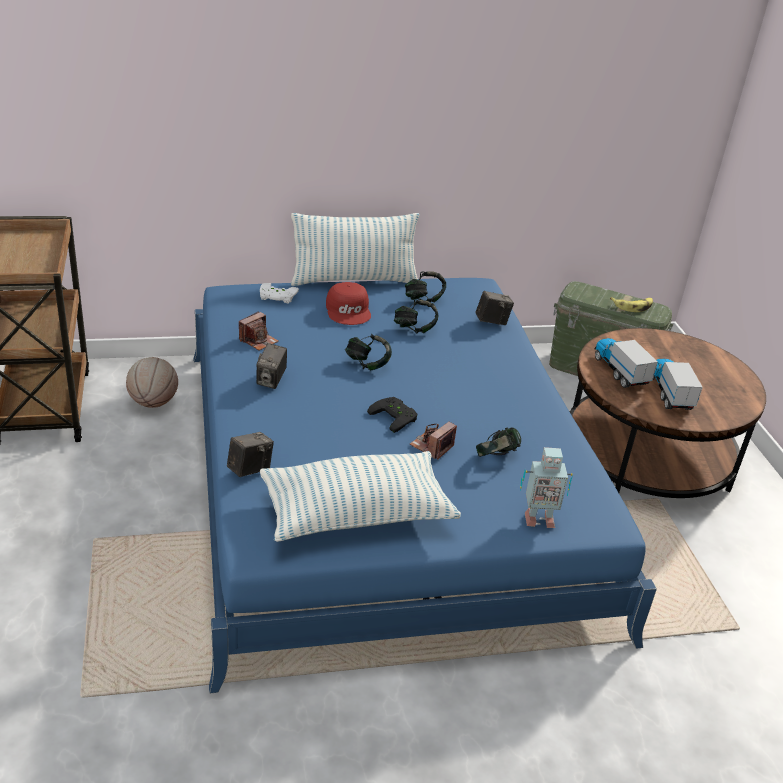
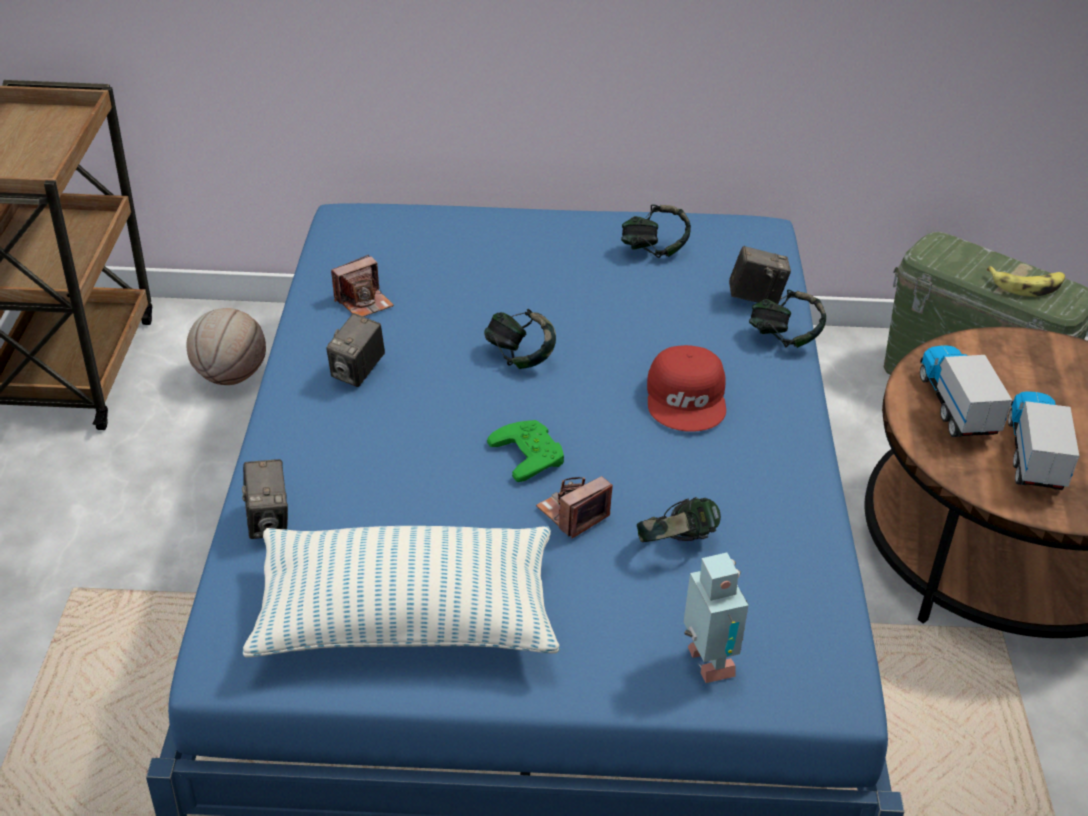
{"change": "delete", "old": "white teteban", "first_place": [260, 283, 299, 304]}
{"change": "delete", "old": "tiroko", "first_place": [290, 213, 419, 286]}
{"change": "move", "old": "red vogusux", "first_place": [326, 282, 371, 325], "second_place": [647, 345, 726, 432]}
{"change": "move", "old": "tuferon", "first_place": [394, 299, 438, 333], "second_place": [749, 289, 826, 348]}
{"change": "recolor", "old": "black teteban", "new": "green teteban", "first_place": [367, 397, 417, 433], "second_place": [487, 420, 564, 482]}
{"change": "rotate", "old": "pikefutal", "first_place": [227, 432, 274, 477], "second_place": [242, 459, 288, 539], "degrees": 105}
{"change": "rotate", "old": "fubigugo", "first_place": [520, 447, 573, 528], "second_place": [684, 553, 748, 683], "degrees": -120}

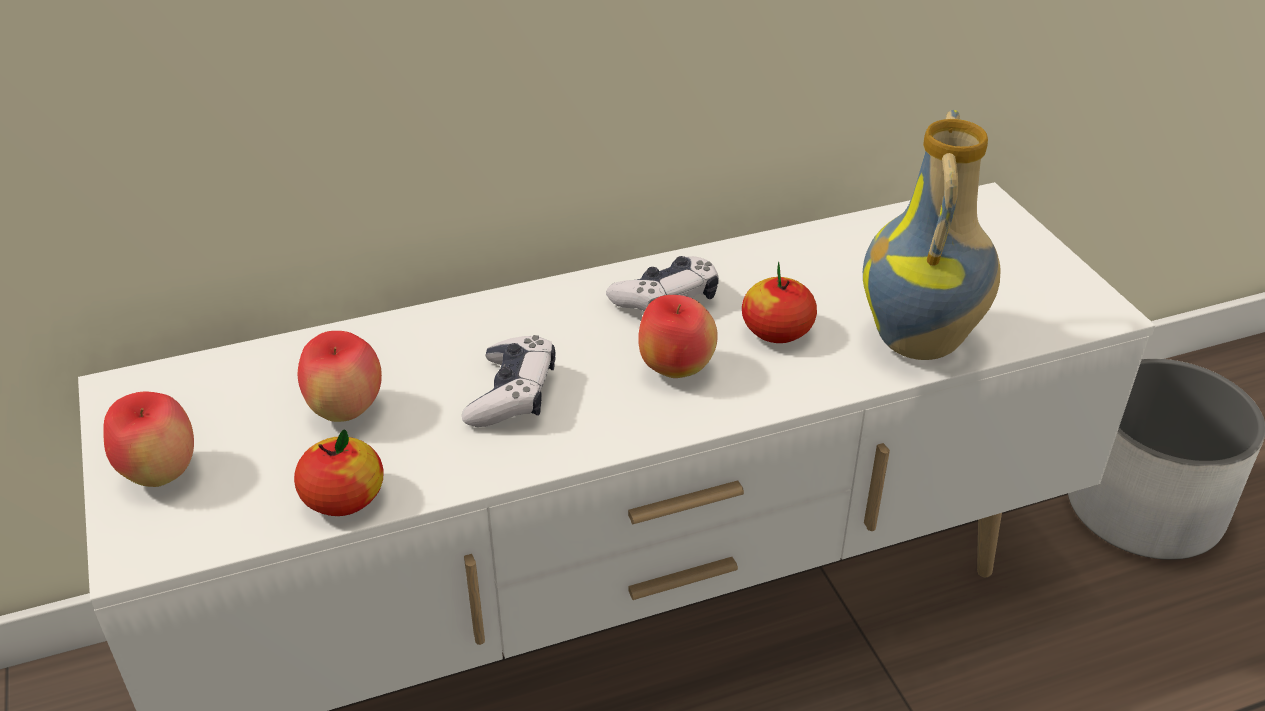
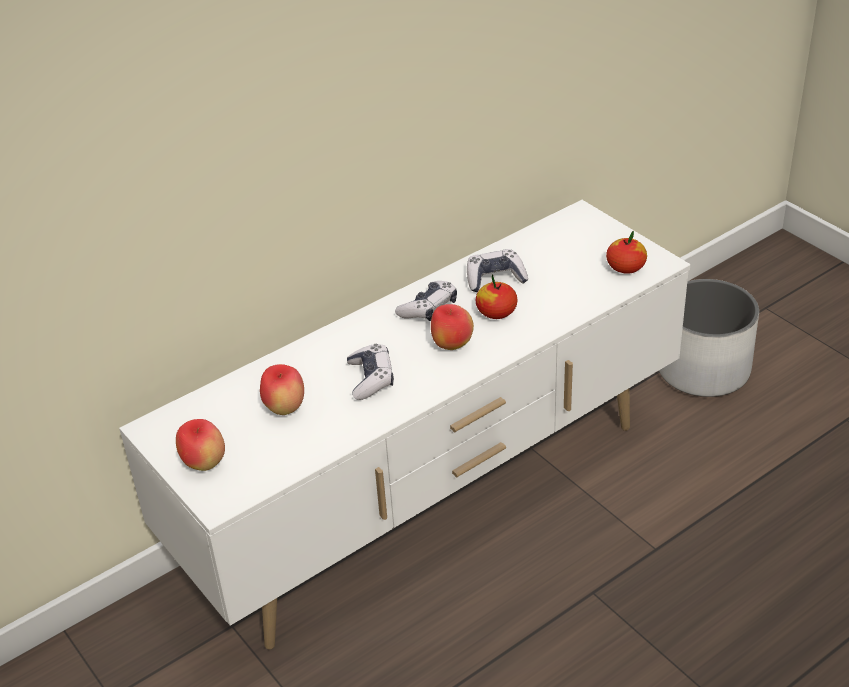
{"change": "delete", "old": "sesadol", "first_place": [863, 110, 1001, 360]}
{"change": "insert", "new": "teteban", "second_place": [467, 249, 528, 292]}
{"change": "move", "old": "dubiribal", "first_place": [294, 430, 383, 516], "second_place": [606, 231, 647, 274]}

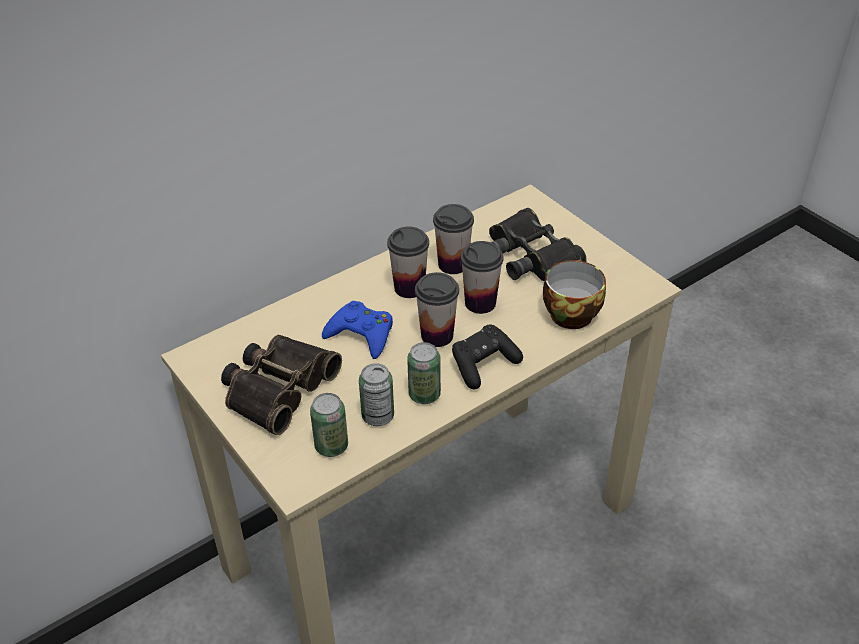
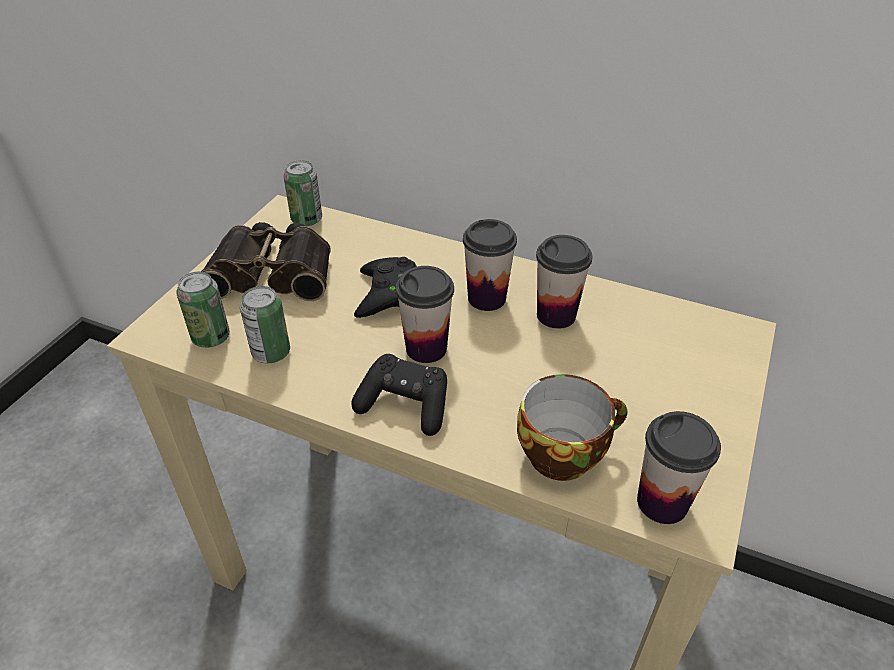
{"change": "delete", "old": "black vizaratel", "first_place": [489, 208, 587, 281]}
{"change": "move", "old": "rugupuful", "first_place": [407, 342, 441, 404], "second_place": [283, 160, 322, 226]}
{"change": "move", "old": "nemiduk", "first_place": [460, 241, 503, 314], "second_place": [637, 411, 721, 524]}
{"change": "recolor", "old": "blue teteban", "new": "black teteban", "first_place": [322, 301, 393, 359], "second_place": [354, 257, 416, 318]}

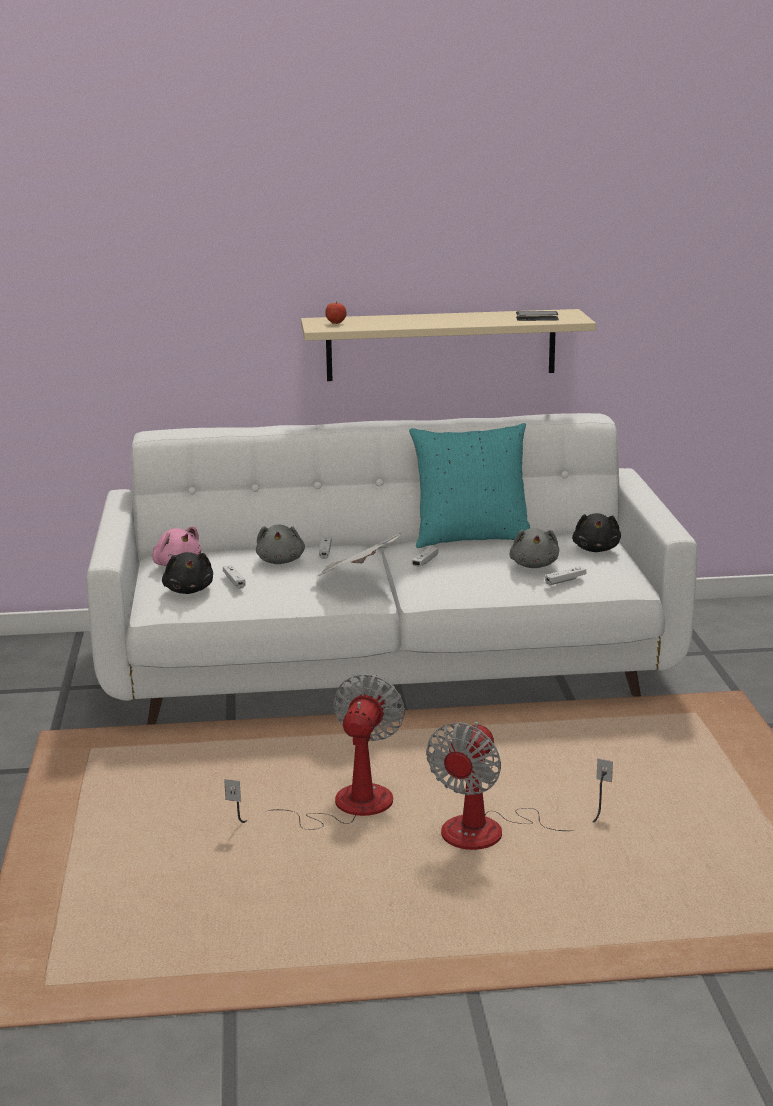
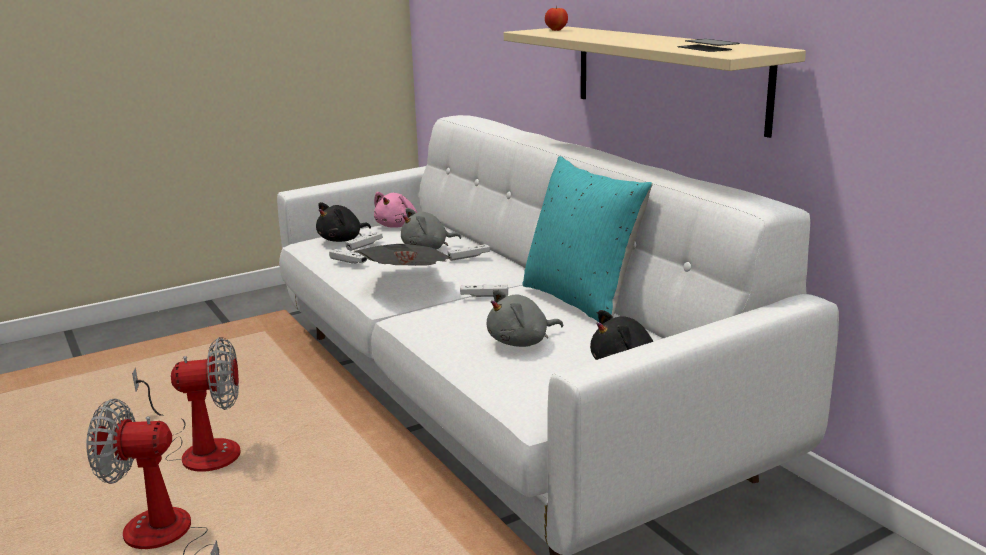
{"change": "move", "old": "white teteban", "first_place": [545, 566, 586, 585], "second_place": [329, 249, 367, 264]}

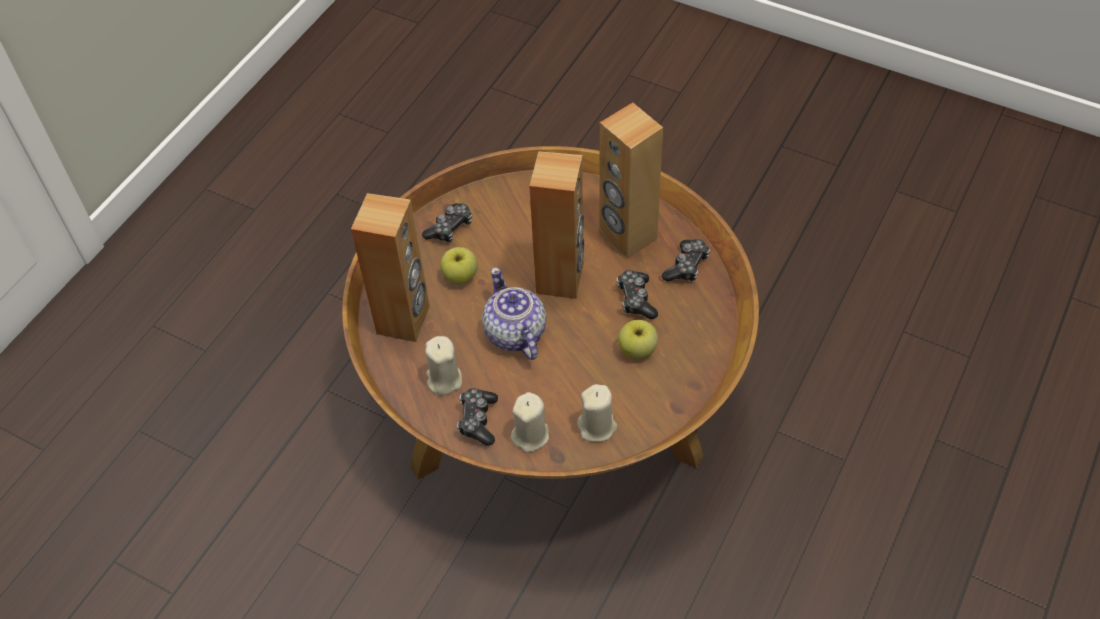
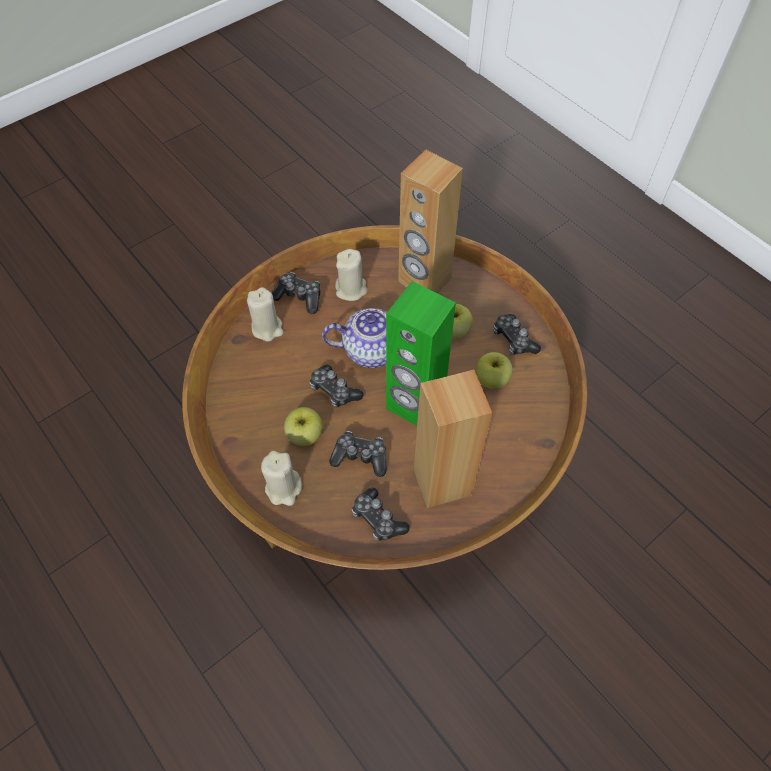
{"change": "insert", "new": "teteban", "second_place": [310, 365, 363, 408]}
{"change": "insert", "new": "dubiribal", "second_place": [475, 352, 513, 389]}
{"change": "move", "old": "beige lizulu", "first_place": [577, 384, 617, 442], "second_place": [261, 451, 302, 506]}
{"change": "recolor", "old": "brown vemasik", "new": "green vemasik", "first_place": [529, 151, 584, 299], "second_place": [386, 281, 456, 426]}

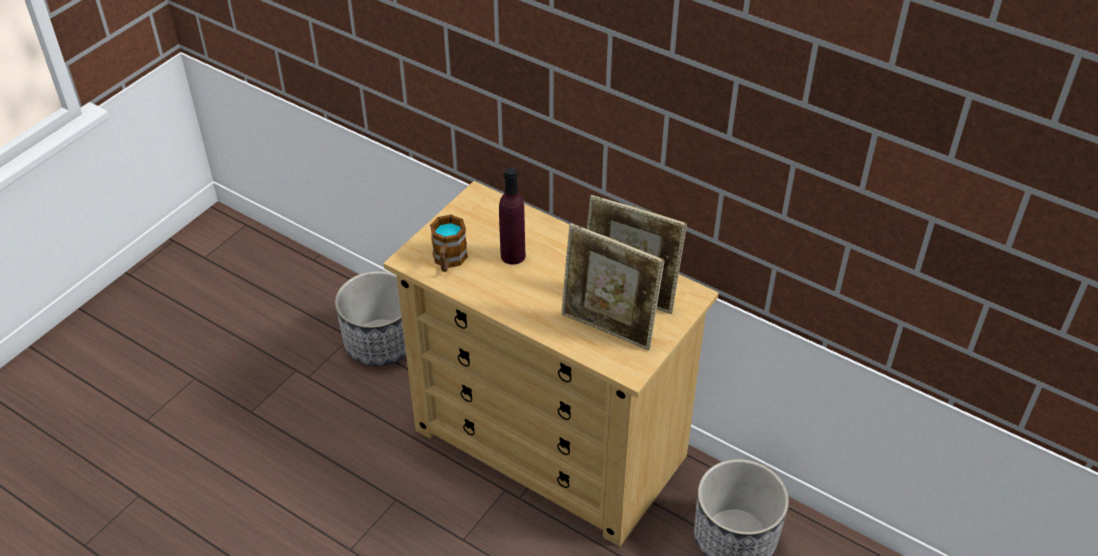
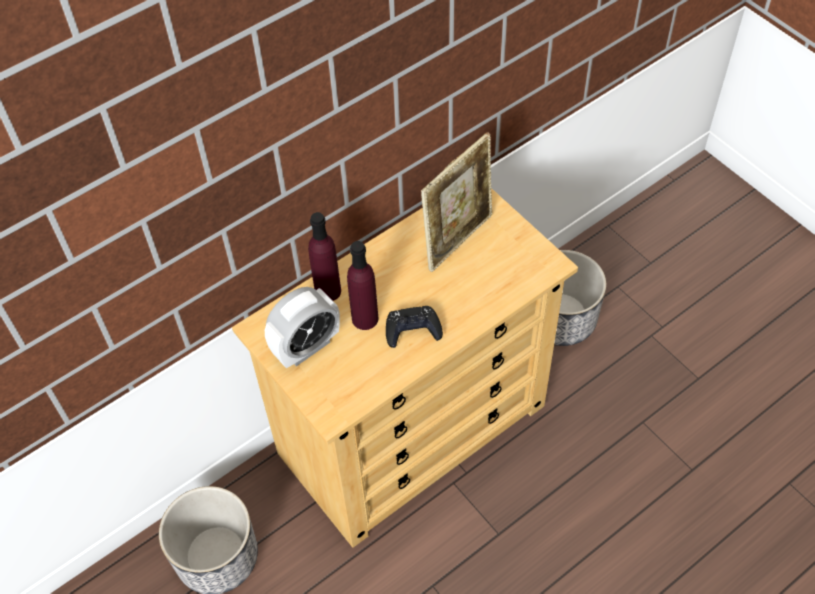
{"change": "delete", "old": "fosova", "first_place": [430, 215, 468, 272]}
{"change": "delete", "old": "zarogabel", "first_place": [561, 223, 664, 350]}
{"change": "insert", "new": "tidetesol", "second_place": [265, 287, 340, 368]}
{"change": "insert", "new": "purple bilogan", "second_place": [308, 212, 341, 301]}
{"change": "insert", "new": "black teteban", "second_place": [386, 306, 443, 348]}

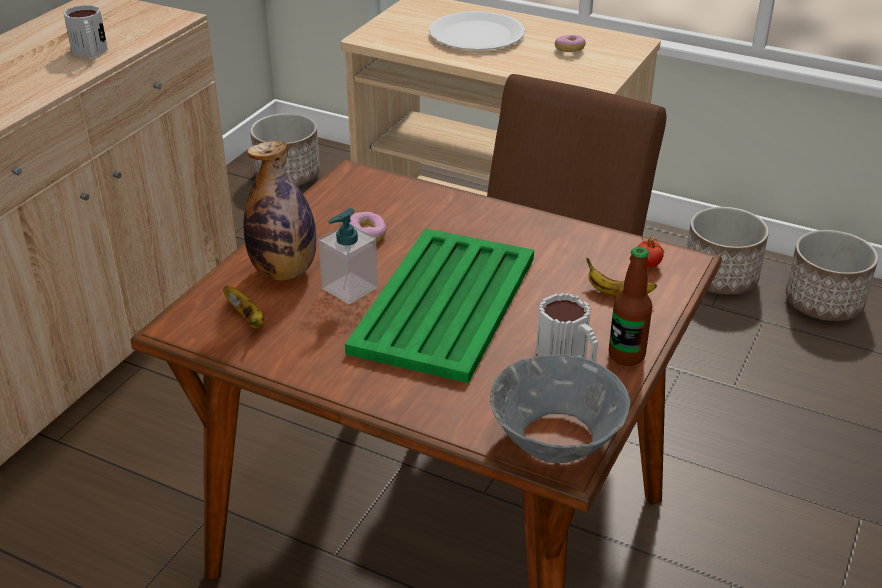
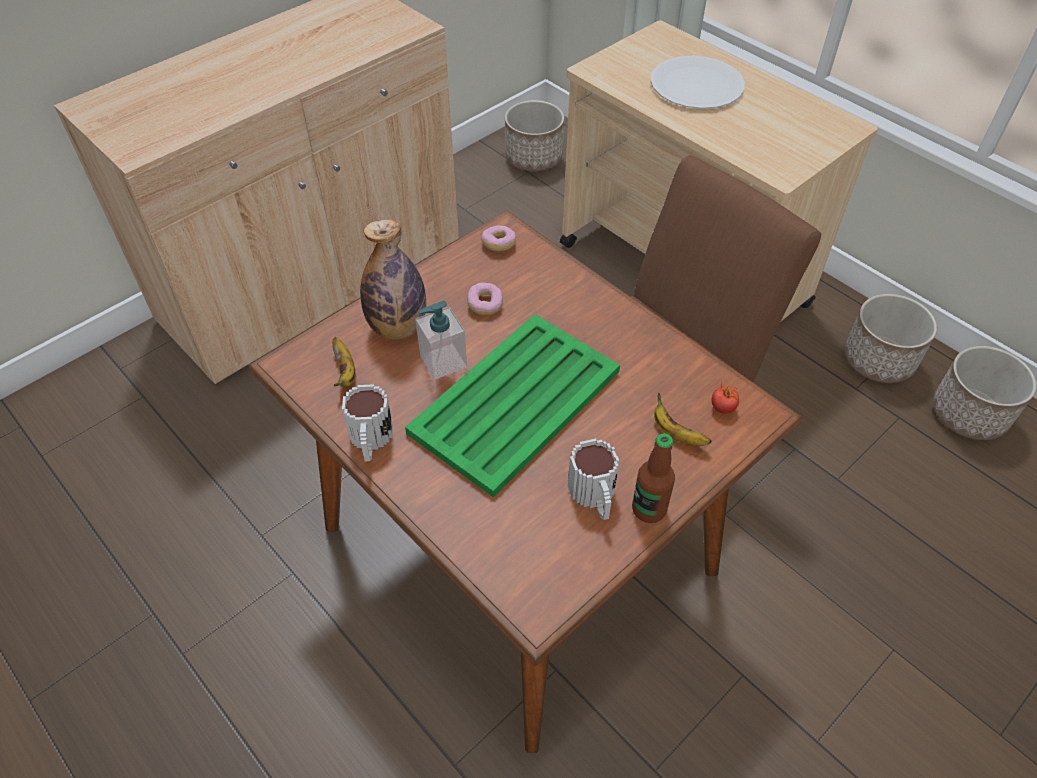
{"change": "delete", "old": "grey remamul", "first_place": [490, 355, 630, 463]}
{"change": "move", "old": "fosova", "first_place": [63, 5, 108, 59], "second_place": [342, 384, 393, 461]}
{"change": "move", "old": "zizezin", "first_place": [555, 35, 586, 52], "second_place": [481, 225, 516, 251]}

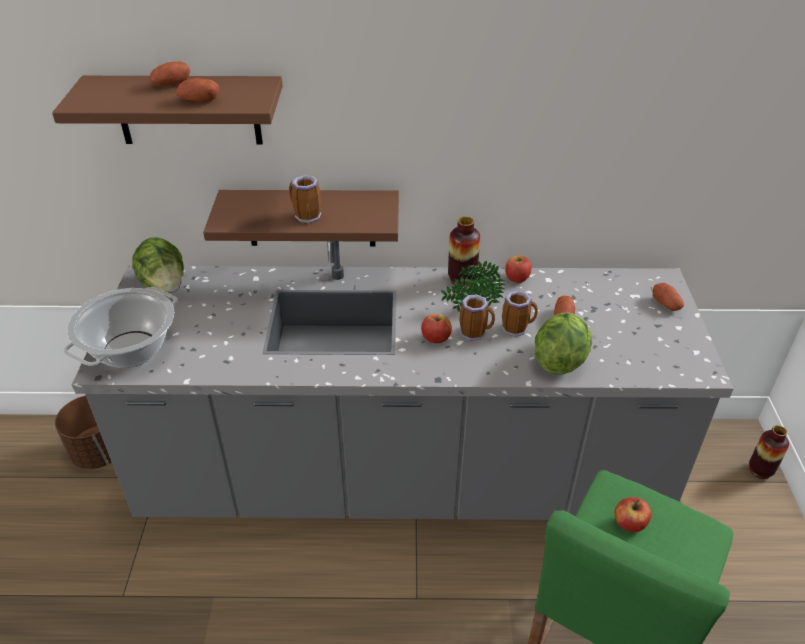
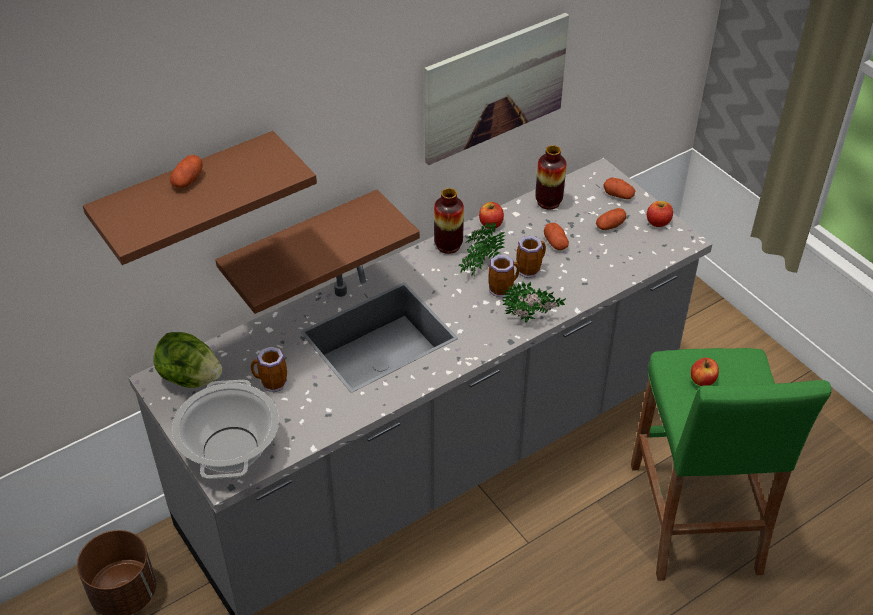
{"change": "delete", "old": "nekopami", "first_place": [535, 313, 592, 375]}
{"change": "insert", "new": "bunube", "second_place": [424, 13, 569, 165]}
{"change": "insert", "new": "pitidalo", "second_place": [502, 281, 566, 323]}
{"change": "move", "old": "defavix", "first_place": [176, 78, 219, 102], "second_place": [596, 208, 626, 230]}
{"change": "move", "old": "fosova", "first_place": [289, 175, 321, 223], "second_place": [251, 347, 287, 392]}
{"change": "move", "old": "dubiribal", "first_place": [421, 314, 452, 343], "second_place": [647, 201, 673, 227]}
{"change": "move", "old": "sesadol", "first_place": [749, 425, 789, 479], "second_place": [535, 145, 566, 210]}

